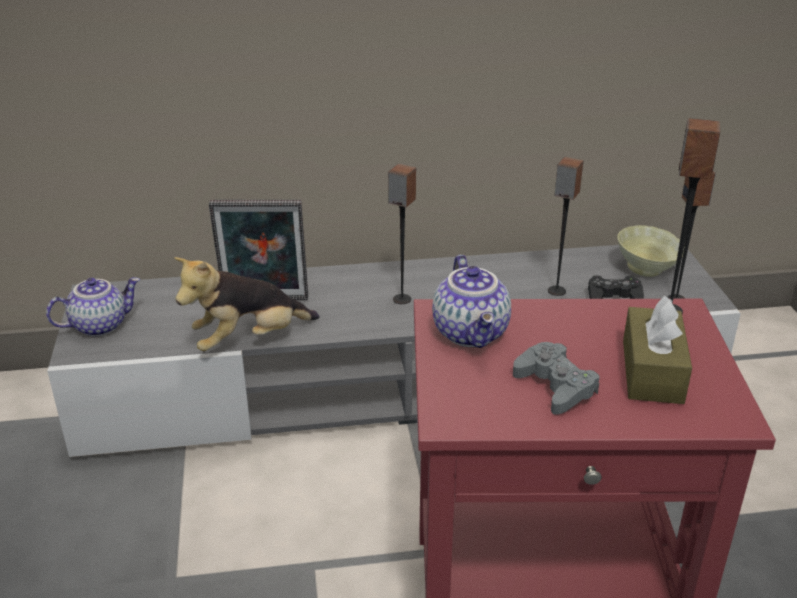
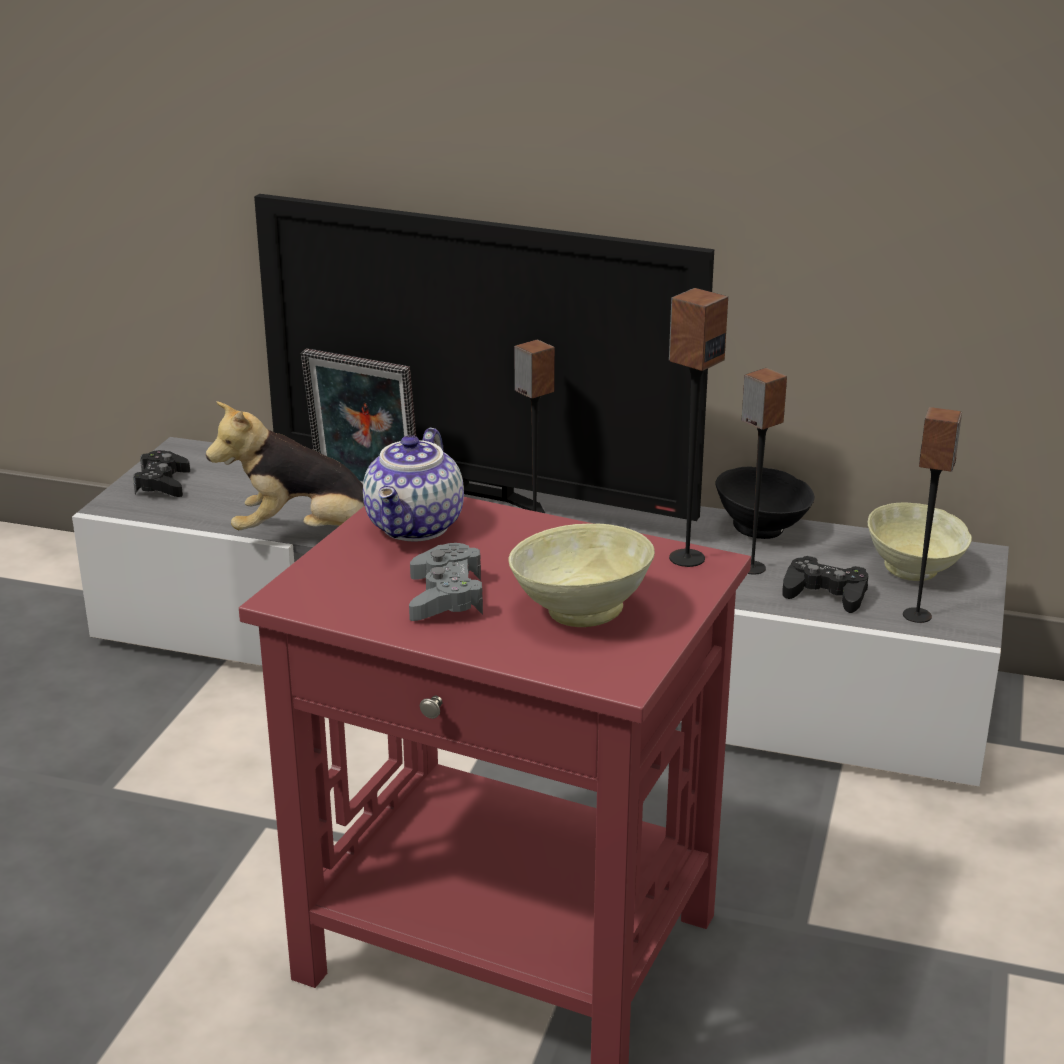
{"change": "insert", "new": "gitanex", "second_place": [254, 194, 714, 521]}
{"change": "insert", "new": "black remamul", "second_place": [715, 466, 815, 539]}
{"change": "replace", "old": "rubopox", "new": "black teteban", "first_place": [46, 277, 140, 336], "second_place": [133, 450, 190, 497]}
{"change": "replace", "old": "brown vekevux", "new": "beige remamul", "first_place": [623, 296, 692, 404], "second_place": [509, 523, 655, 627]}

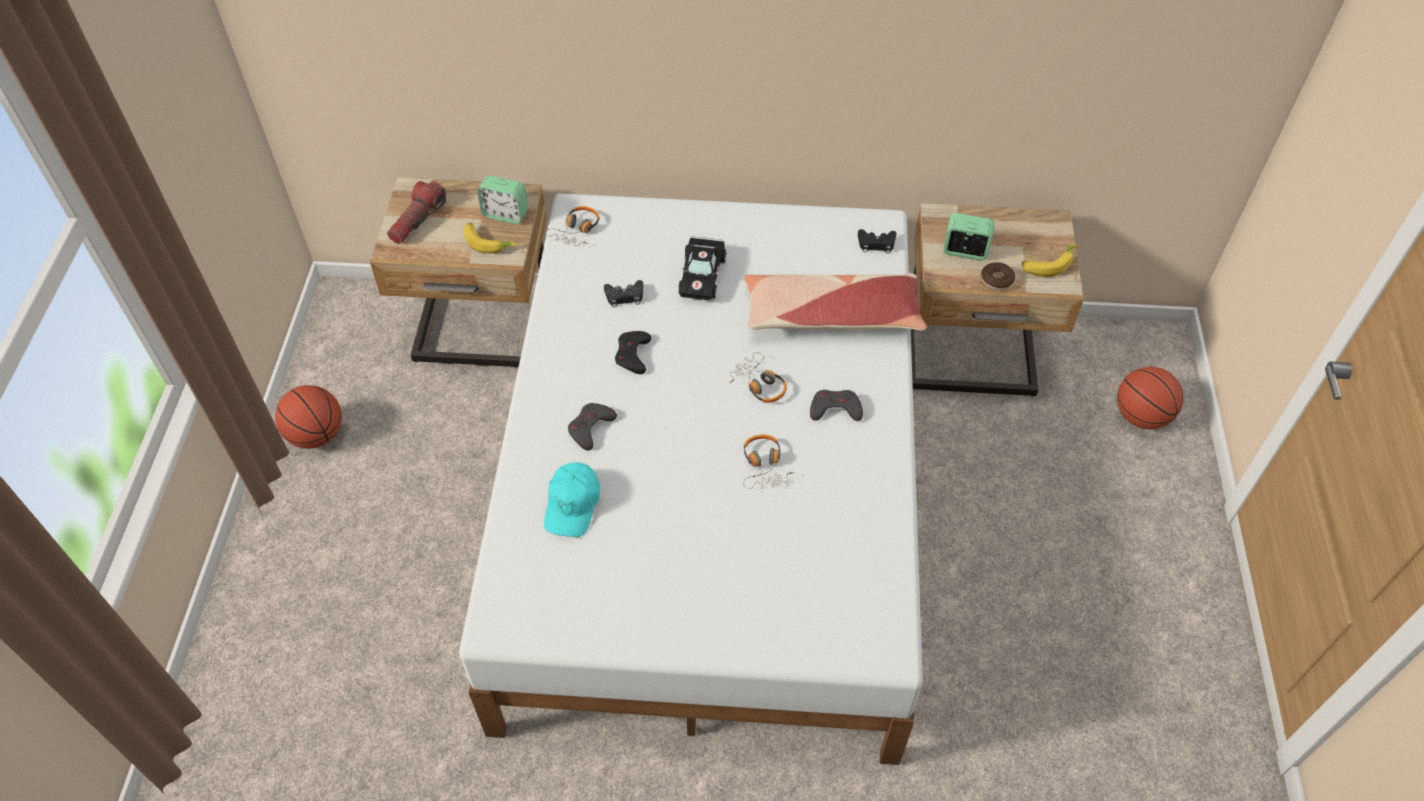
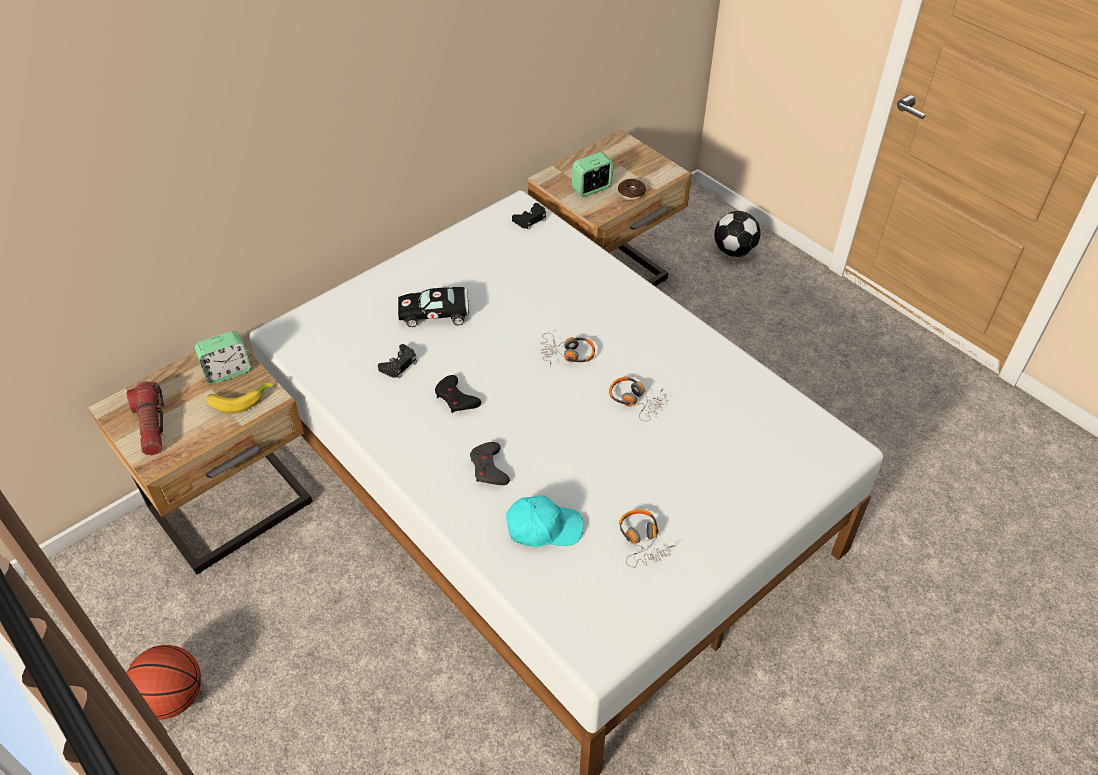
{"change": "delete", "old": "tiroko", "first_place": [744, 273, 927, 330]}
{"change": "delete", "old": "grey teteban", "first_place": [810, 390, 863, 421]}
{"change": "delete", "old": "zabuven", "first_place": [1022, 244, 1077, 277]}
{"change": "move", "old": "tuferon", "first_place": [546, 206, 600, 246], "second_place": [619, 509, 676, 568]}
{"change": "replace", "old": "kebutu", "new": "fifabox", "first_place": [1117, 367, 1184, 429], "second_place": [714, 211, 761, 257]}
{"change": "rotate", "old": "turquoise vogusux", "first_place": [544, 462, 600, 537], "second_place": [506, 495, 584, 547], "degrees": -60}
{"change": "rotate", "old": "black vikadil", "first_place": [679, 236, 727, 300], "second_place": [398, 287, 469, 327], "degrees": 120}

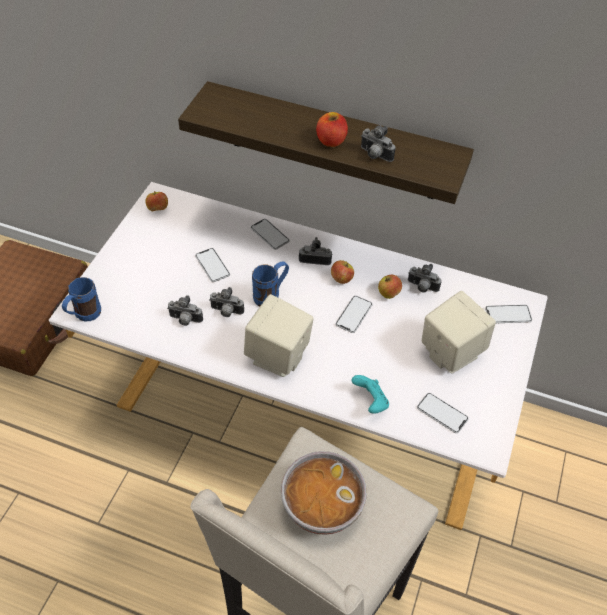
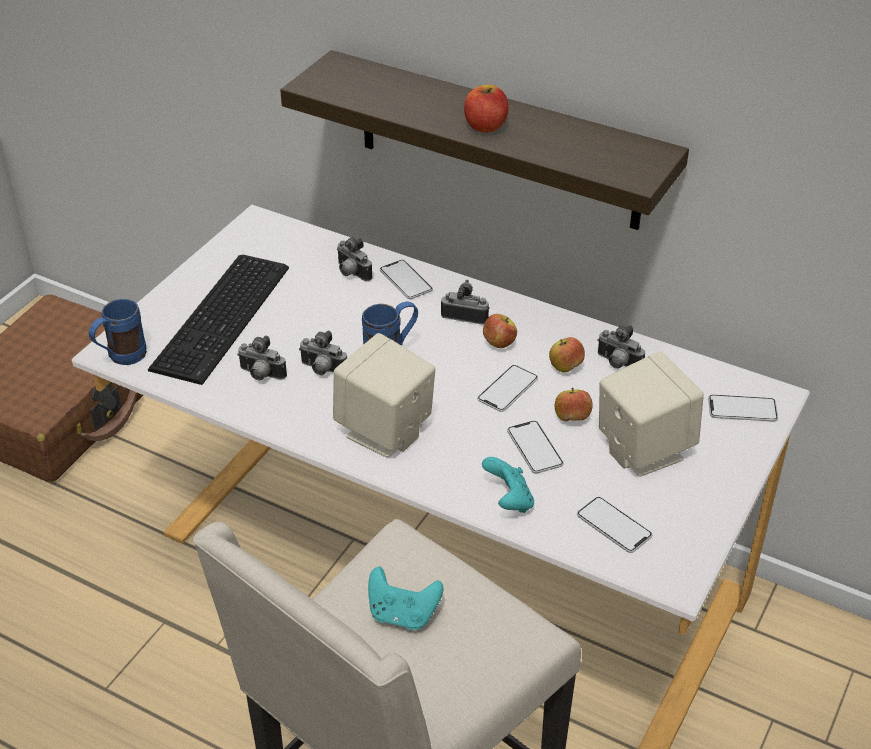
{"change": "insert", "new": "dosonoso", "second_place": [148, 255, 289, 385]}
{"change": "move", "old": "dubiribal", "first_place": [145, 191, 168, 211], "second_place": [555, 388, 593, 421]}
{"change": "move", "old": "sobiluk", "first_place": [195, 248, 230, 282], "second_place": [507, 421, 564, 474]}
{"change": "move", "old": "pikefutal", "first_place": [361, 125, 396, 162], "second_place": [337, 237, 373, 281]}
{"change": "replace", "old": "remamul", "new": "turquoise teteban", "first_place": [281, 451, 367, 535], "second_place": [368, 566, 443, 630]}

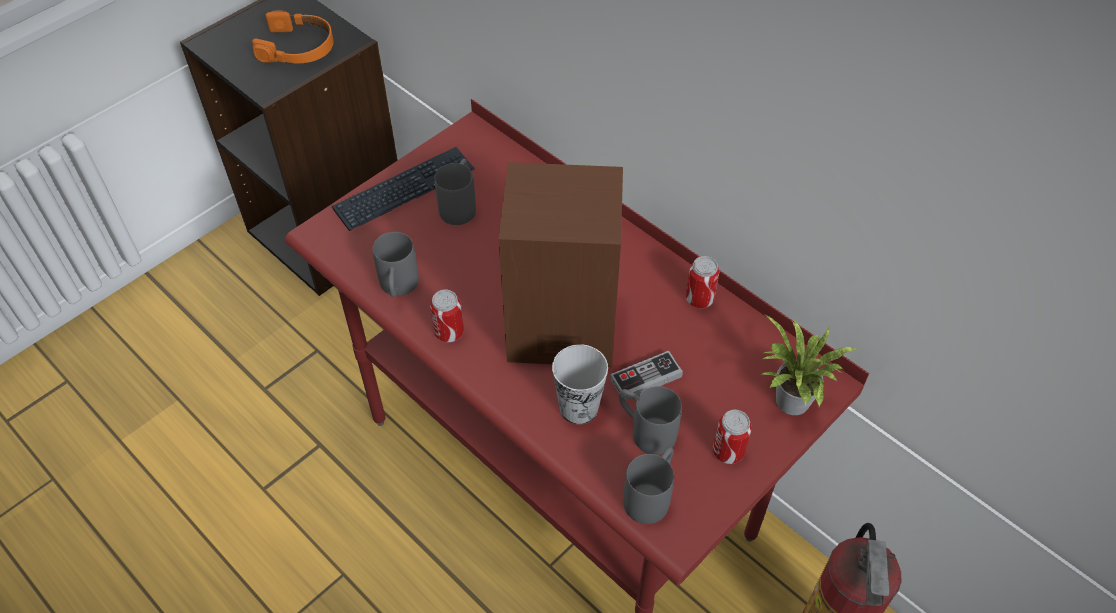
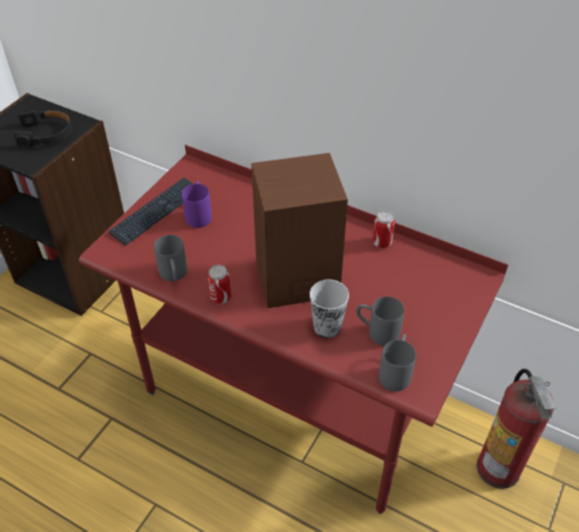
{"change": "delete", "old": "teteban", "first_place": [610, 351, 683, 401]}
{"change": "delete", "old": "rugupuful", "first_place": [713, 410, 752, 464]}
{"change": "delete", "old": "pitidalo", "first_place": [761, 315, 859, 415]}
{"change": "recolor", "old": "orange tuferon", "new": "black tuferon", "first_place": [252, 10, 334, 63], "second_place": [14, 110, 72, 147]}
{"change": "recolor", "old": "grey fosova", "new": "purple fosova", "first_place": [434, 159, 476, 225], "second_place": [182, 181, 212, 228]}

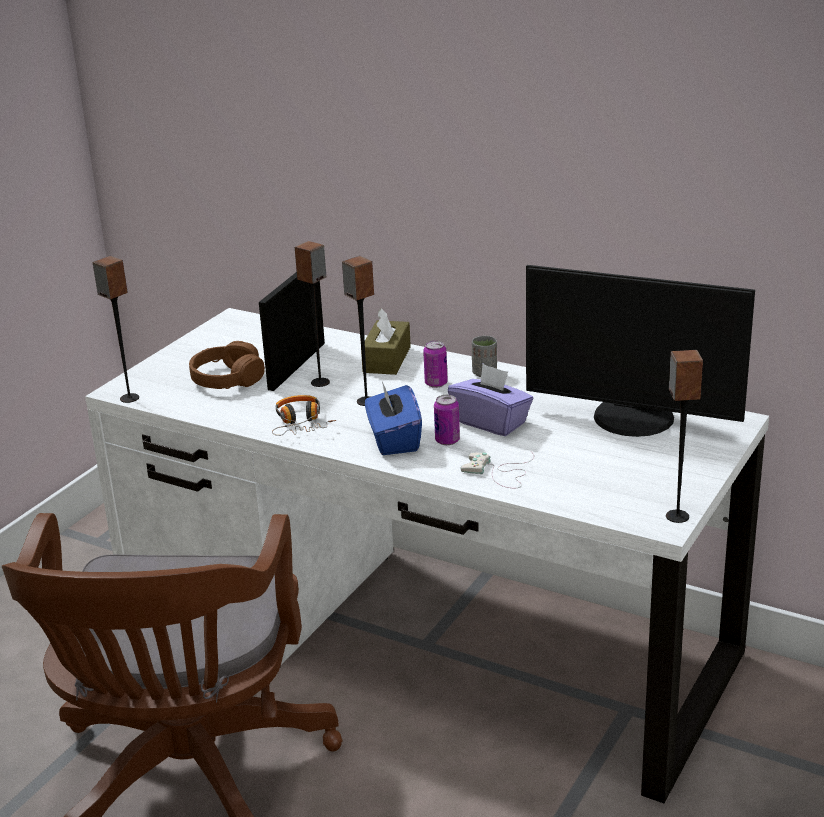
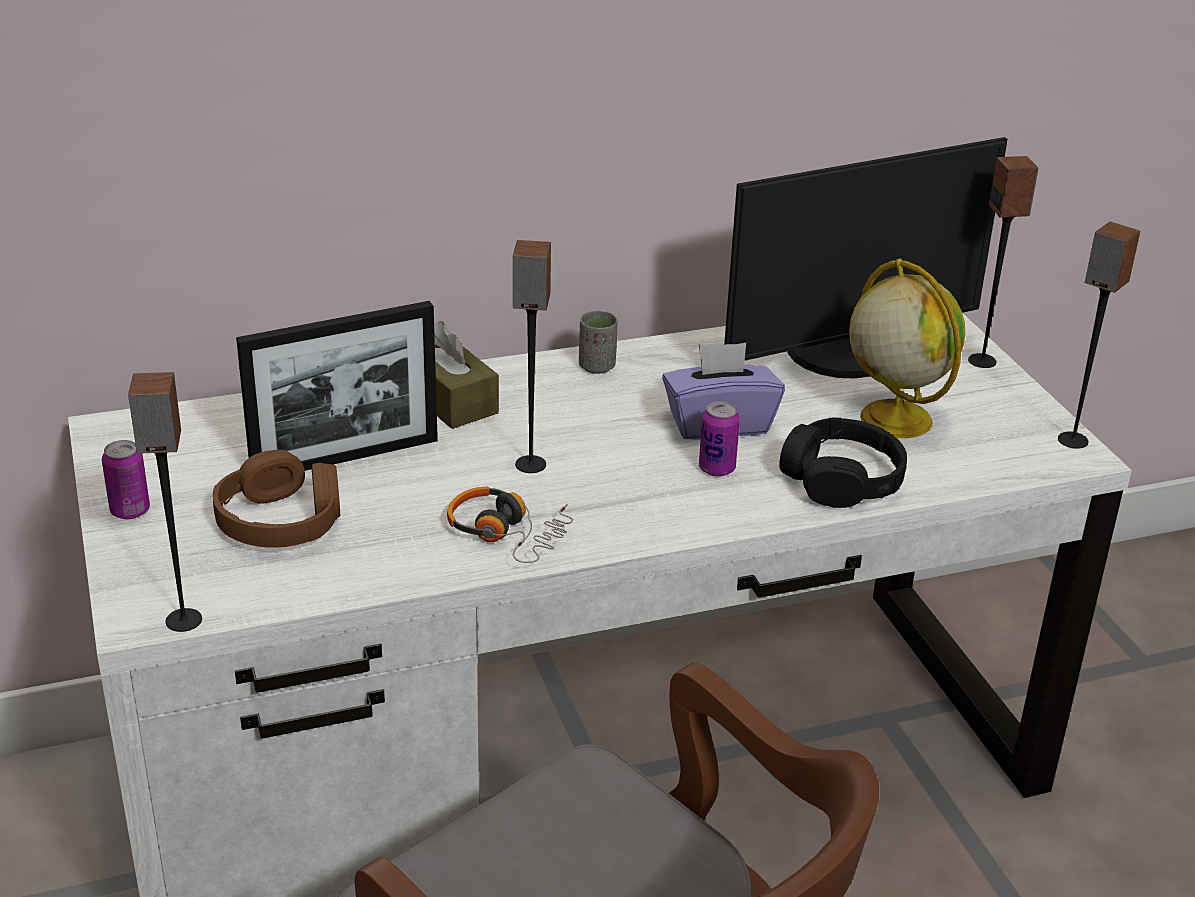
{"change": "delete", "old": "blue vekevux", "first_place": [365, 381, 422, 455]}
{"change": "insert", "new": "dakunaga", "second_place": [849, 258, 965, 438]}
{"change": "move", "old": "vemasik", "first_place": [295, 241, 330, 387], "second_place": [968, 156, 1039, 368]}
{"change": "move", "old": "rugupuful", "first_place": [423, 341, 448, 388], "second_place": [102, 440, 150, 519]}
{"change": "replace", "old": "white teteban", "new": "black tuferon", "first_place": [460, 451, 534, 488], "second_place": [779, 418, 907, 508]}
{"change": "rotate", "old": "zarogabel", "first_place": [259, 272, 325, 391], "second_place": [236, 301, 438, 471], "degrees": -90}

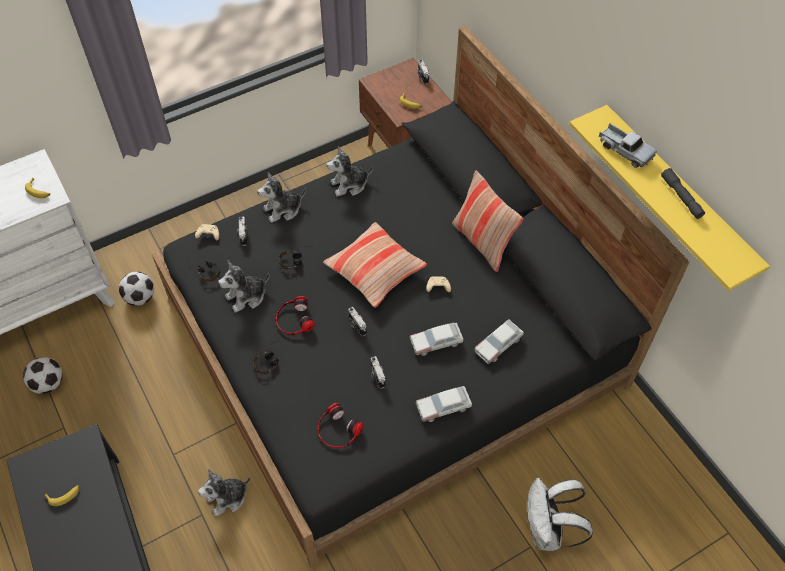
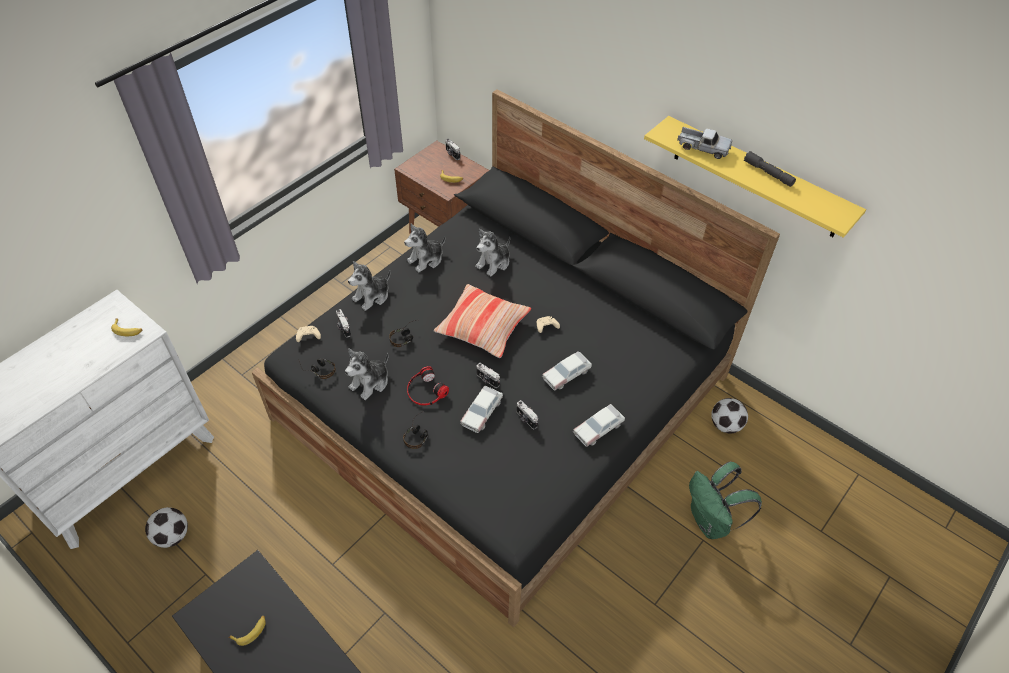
{"change": "delete", "old": "tuferon", "first_place": [318, 403, 363, 448]}
{"change": "delete", "old": "tiroko", "first_place": [452, 171, 523, 272]}
{"change": "move", "old": "fifabox", "first_place": [119, 272, 154, 306], "second_place": [711, 398, 748, 434]}
{"change": "move", "old": "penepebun", "first_place": [198, 469, 250, 516], "second_place": [475, 229, 510, 277]}
{"change": "move", "old": "vikadil", "first_place": [474, 319, 524, 364], "second_place": [460, 386, 503, 433]}
{"change": "recolor", "old": "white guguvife", "new": "green guguvife", "first_place": [528, 478, 593, 551], "second_place": [689, 461, 762, 539]}

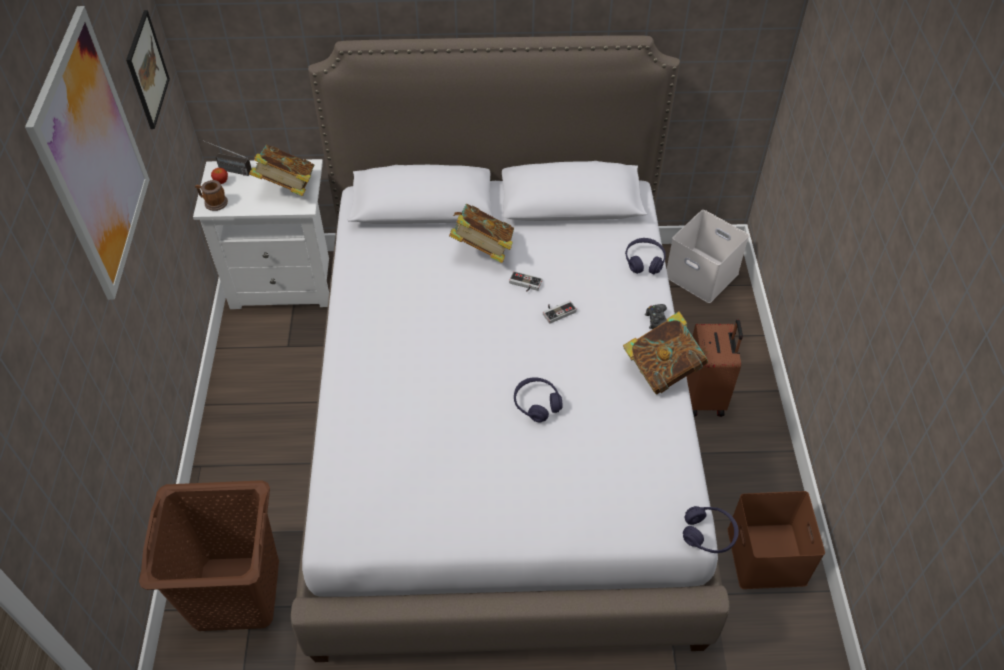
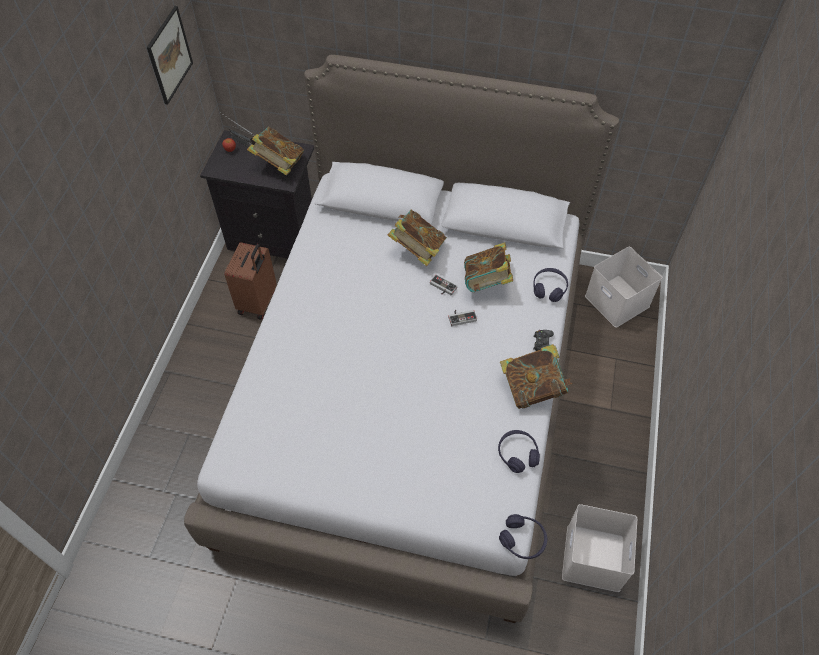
{"change": "delete", "old": "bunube", "first_place": [25, 6, 150, 300]}
{"change": "delete", "old": "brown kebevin", "first_place": [139, 480, 279, 631]}
{"change": "delete", "old": "fosova", "first_place": [195, 180, 228, 211]}
{"change": "insert", "new": "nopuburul", "second_place": [464, 242, 513, 292]}
{"change": "move", "old": "purple tuferon", "first_place": [514, 377, 563, 422], "second_place": [498, 430, 540, 473]}
{"change": "move", "old": "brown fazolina", "first_place": [686, 320, 743, 417], "second_place": [224, 242, 277, 320]}
{"change": "recolor", "old": "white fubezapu", "new": "black fubezapu", "first_place": [193, 159, 329, 309], "second_place": [200, 130, 314, 259]}
{"change": "recolor", "old": "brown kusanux", "new": "white kusanux", "first_place": [727, 491, 825, 589], "second_place": [562, 504, 637, 592]}

